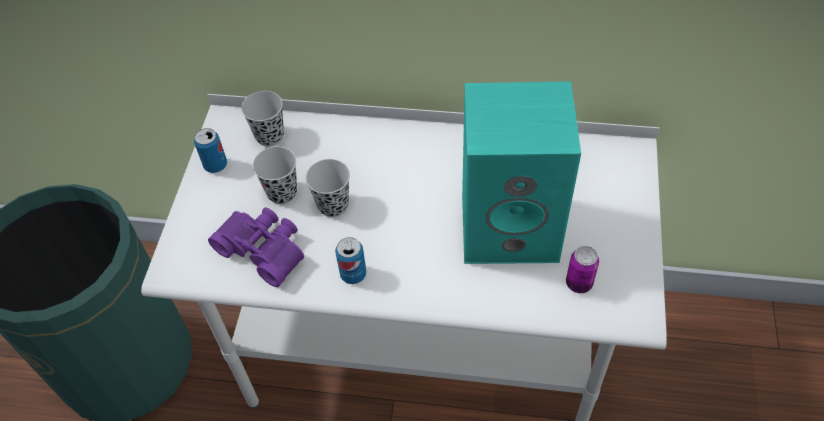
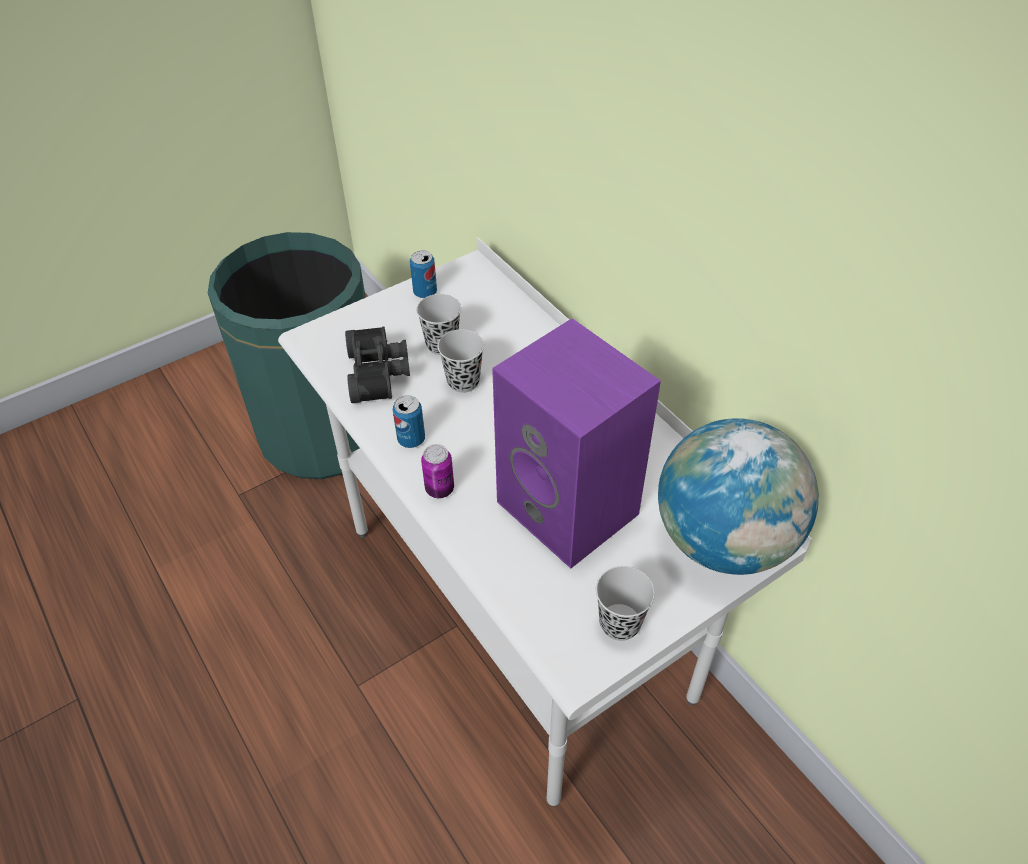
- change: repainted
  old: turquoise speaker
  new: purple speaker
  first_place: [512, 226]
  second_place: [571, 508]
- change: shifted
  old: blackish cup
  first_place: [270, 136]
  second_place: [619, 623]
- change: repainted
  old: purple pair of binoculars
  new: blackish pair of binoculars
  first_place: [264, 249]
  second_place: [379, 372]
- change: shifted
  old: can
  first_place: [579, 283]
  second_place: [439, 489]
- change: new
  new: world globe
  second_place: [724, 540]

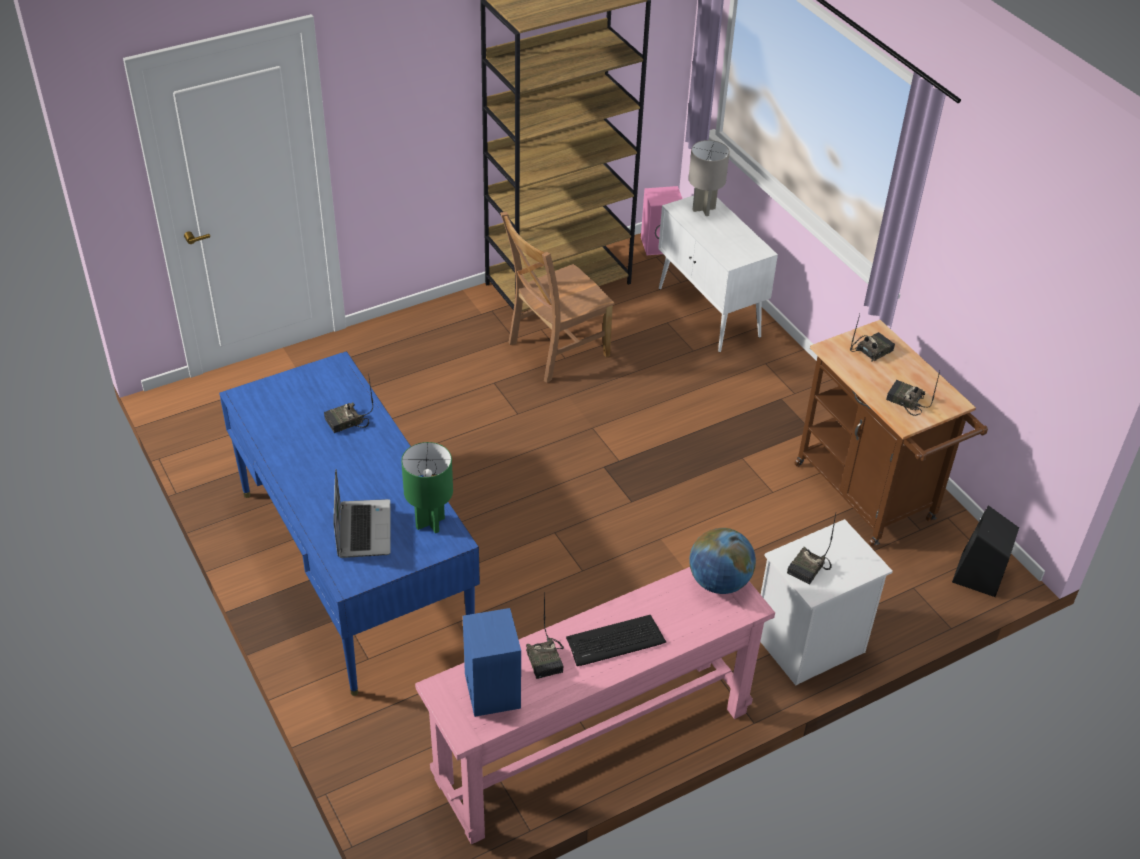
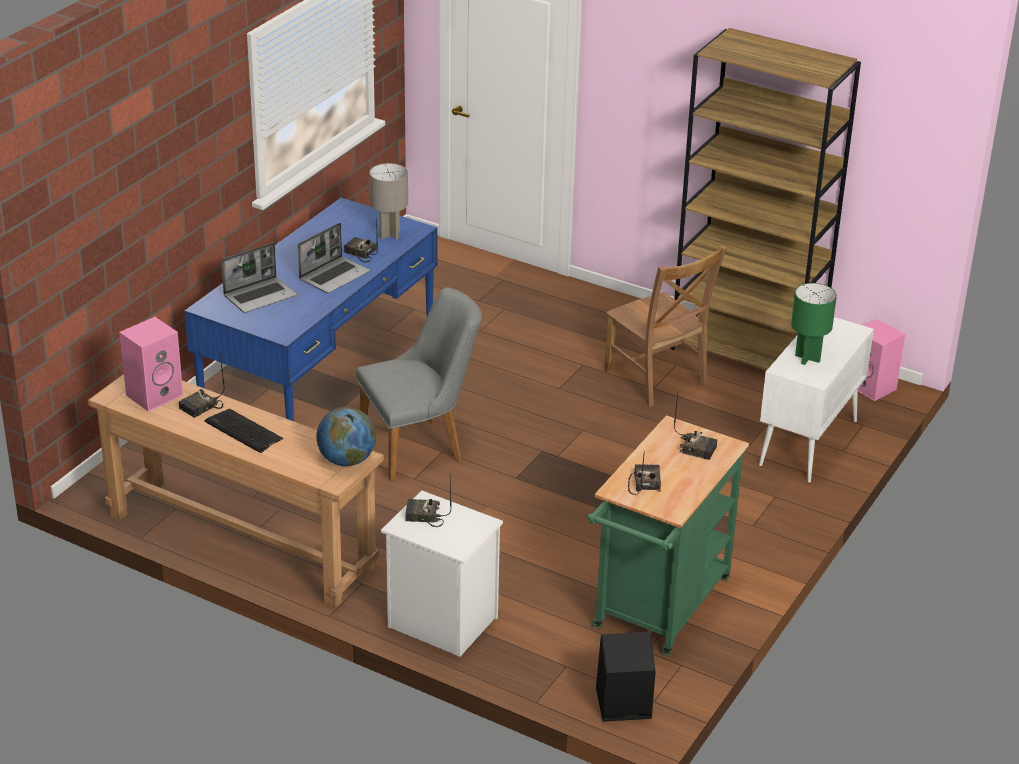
- change: shifted
  old: greyish lamp for a table
  first_place: [704, 209]
  second_place: [389, 235]
- change: rotated
  old: brown upright chair
  first_place: [555, 350]
  second_place: [657, 380]
  degrees: -150
- change: repainted
  old: brown cart
  new: greenish cart
  first_place: [870, 498]
  second_place: [658, 609]
- change: shifted
  old: greenish lamp for a table
  first_place: [430, 522]
  second_place: [808, 358]
- change: repainted
  old: pink narrow table
  new: brown narrow table
  first_place: [593, 745]
  second_place: [241, 541]
- change: repainted
  old: bluish speaker
  new: pink speaker
  first_place: [490, 690]
  second_place: [155, 394]
- change: new
  new: laptop
  second_place: [334, 276]
- change: new
  new: greyish upright chair
  second_place: [421, 446]

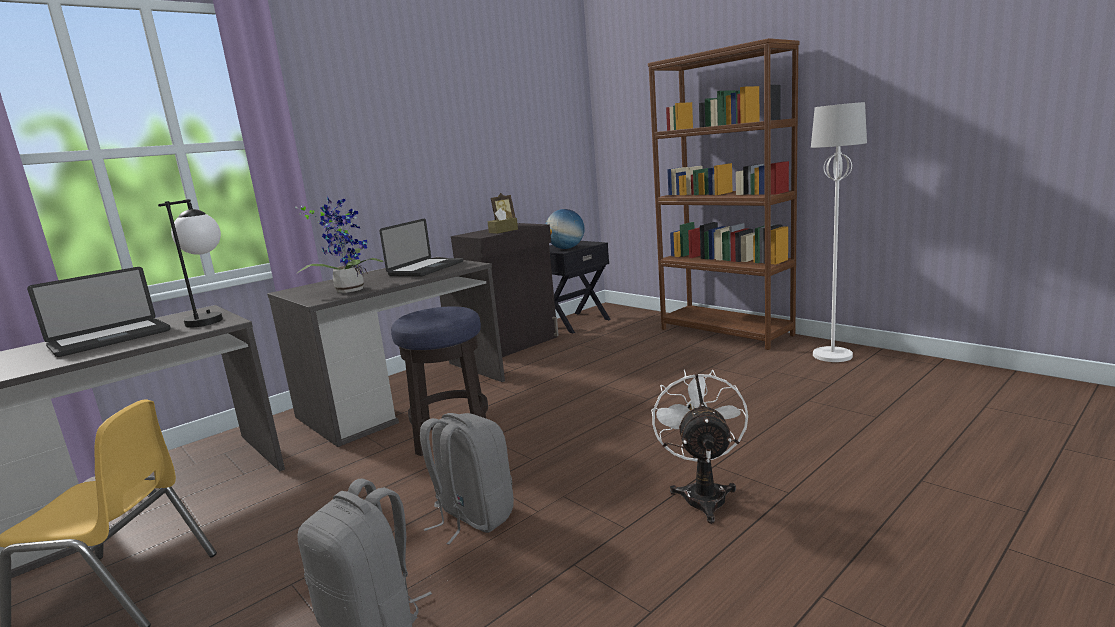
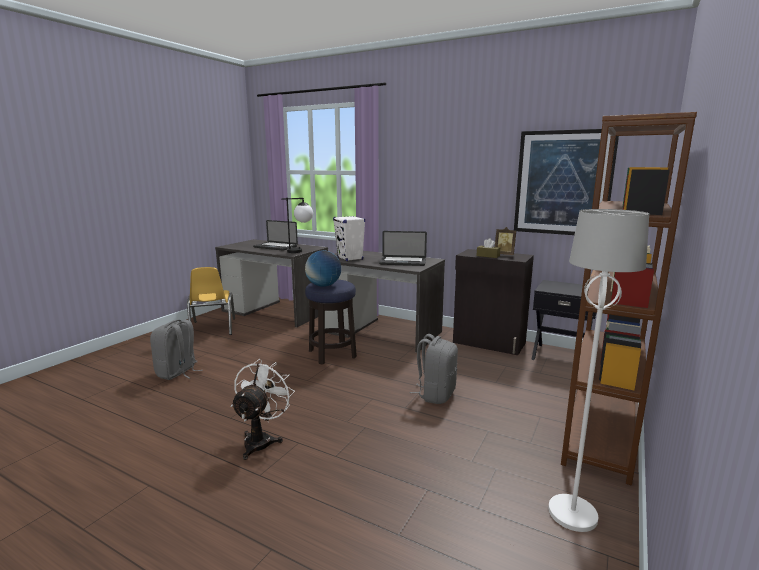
- change: swapped
  old: houseplant
  new: white-coloured speaker
  first_place: [350, 289]
  second_place: [350, 258]
- change: shifted
  old: world globe
  first_place: [566, 248]
  second_place: [323, 285]
- change: rotated
  old: white-coloured electric fan
  first_place: [703, 494]
  second_place: [261, 440]
  degrees: -60
- change: shifted
  old: greyish rucksack
  first_place: [472, 517]
  second_place: [435, 394]
- change: new
  new: wall art
  second_place: [563, 183]

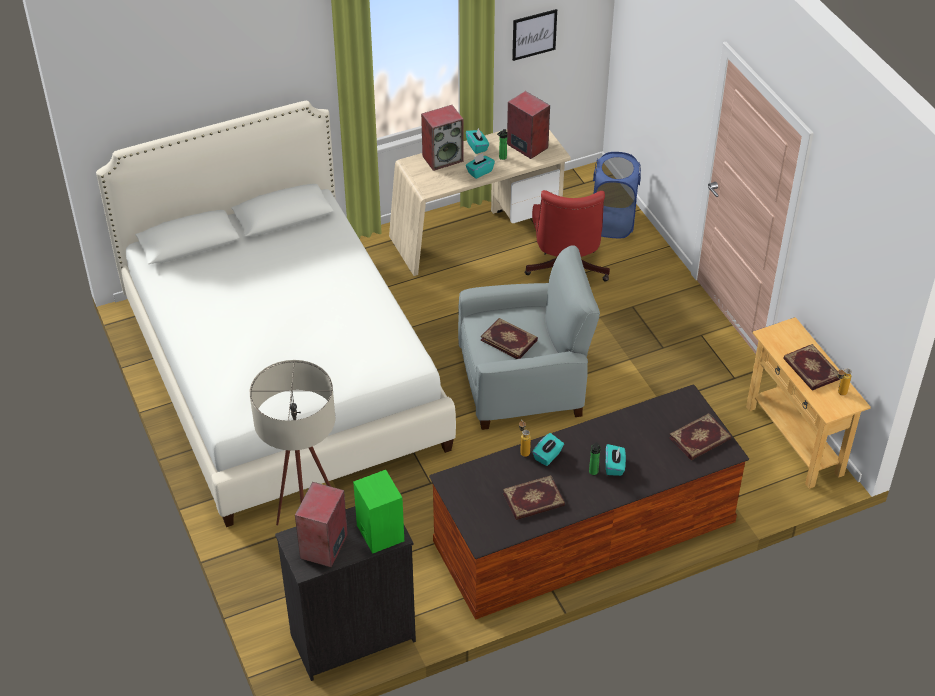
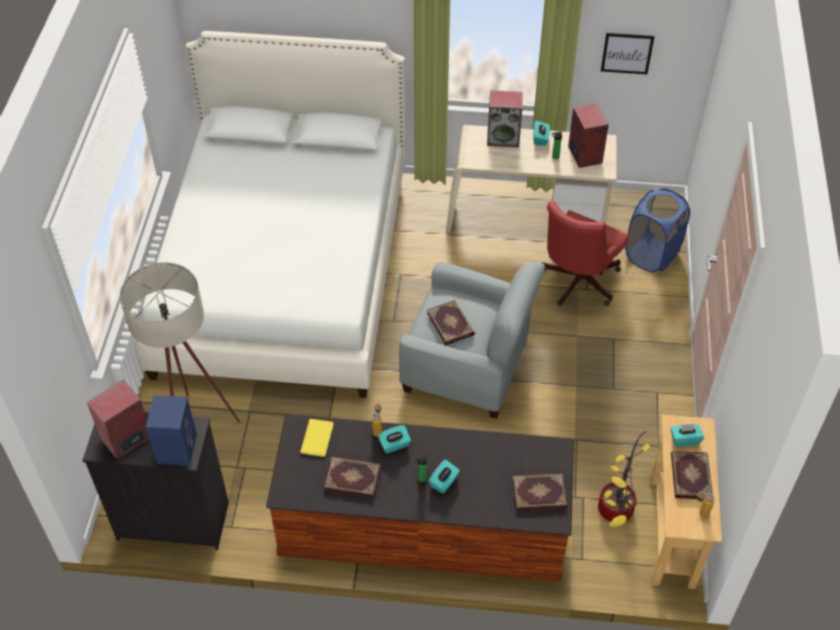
- change: shifted
  old: turquoise tissue box
  first_place: [479, 172]
  second_place: [684, 439]
- change: repainted
  old: greenish speaker
  new: bluish speaker
  first_place: [379, 532]
  second_place: [176, 448]
- change: new
  new: yellow bound book
  second_place: [318, 437]
- change: new
  new: houseplant
  second_place: [617, 511]

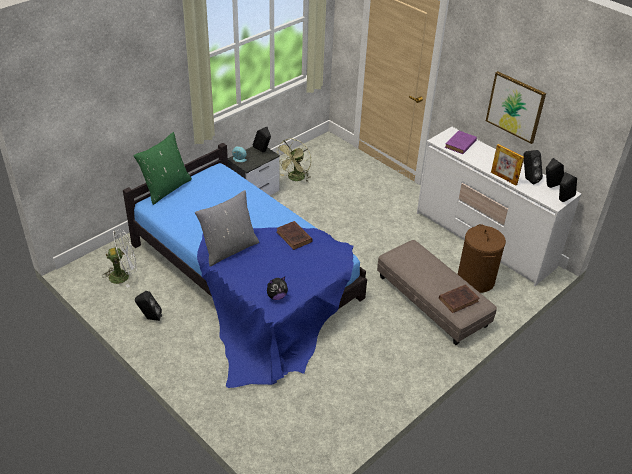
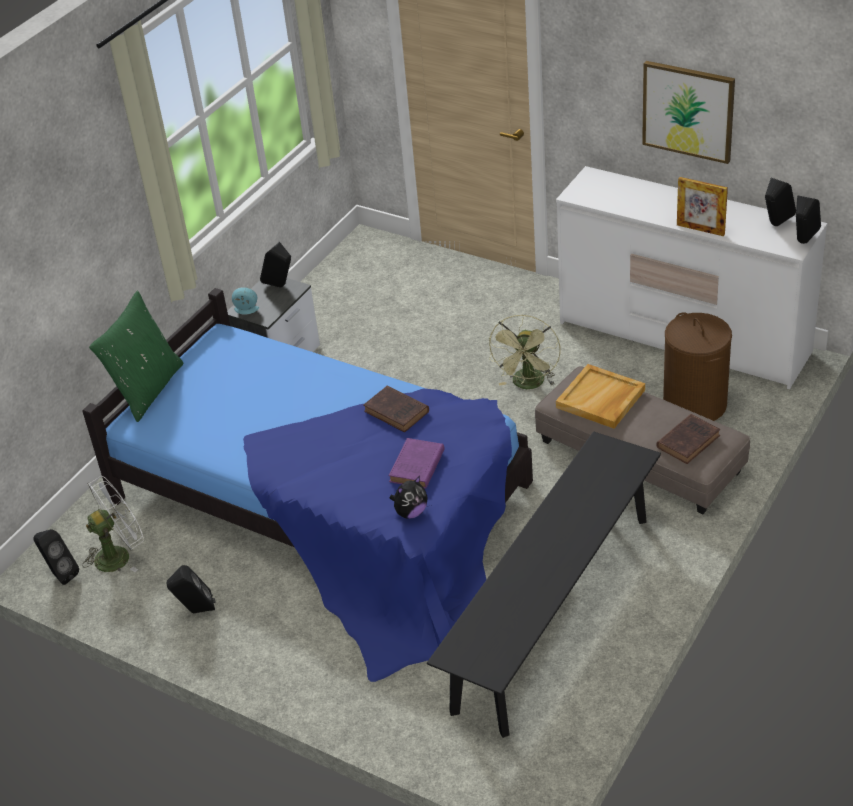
- change: shifted
  old: purple bound book
  first_place: [460, 144]
  second_place: [416, 467]
- change: shifted
  old: greenish electric fan
  first_place: [295, 179]
  second_place: [528, 385]
- change: shifted
  old: blackish speaker
  first_place: [528, 179]
  second_place: [60, 575]
- change: gone
  old: greyish cushion
  first_place: [229, 249]
- change: new
  new: beige serving tray
  second_place: [601, 399]
- change: new
  new: blackish bench
  second_place: [553, 611]

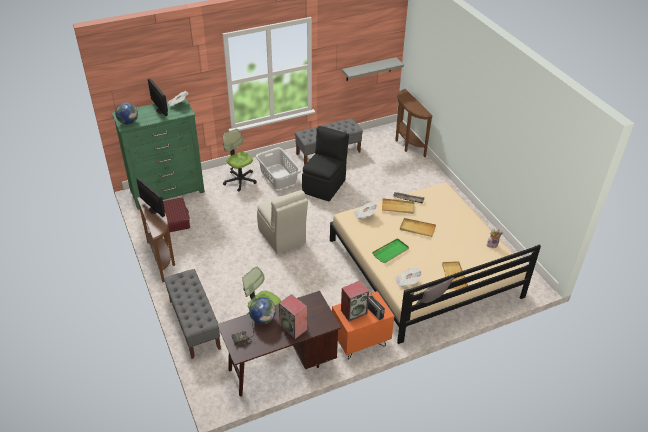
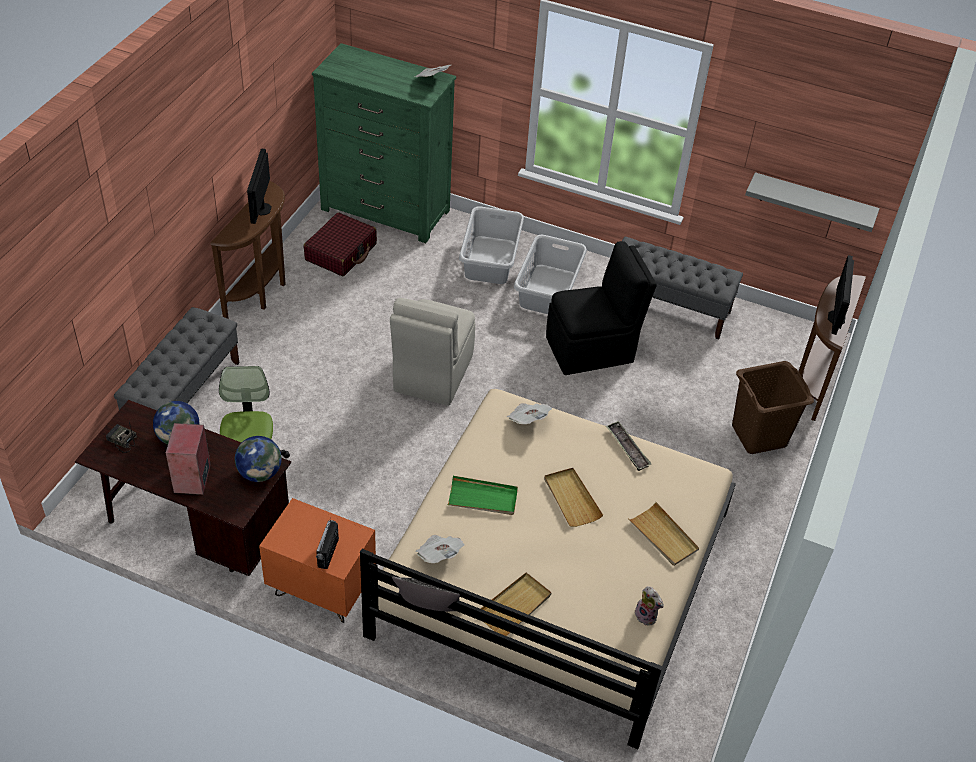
- change: shifted
  old: computer screen
  first_place: [161, 110]
  second_place: [836, 317]
- change: shifted
  old: world globe
  first_place: [128, 122]
  second_place: [260, 473]
- change: swapped
  old: desk chair
  new: greyish washing basket
  first_place: [240, 180]
  second_place: [491, 260]
- change: shifted
  old: beige serving tray
  first_place: [398, 207]
  second_place: [663, 536]
- change: gone
  old: speaker
  first_place: [354, 311]
- change: new
  new: brown washing basket
  second_place: [759, 436]

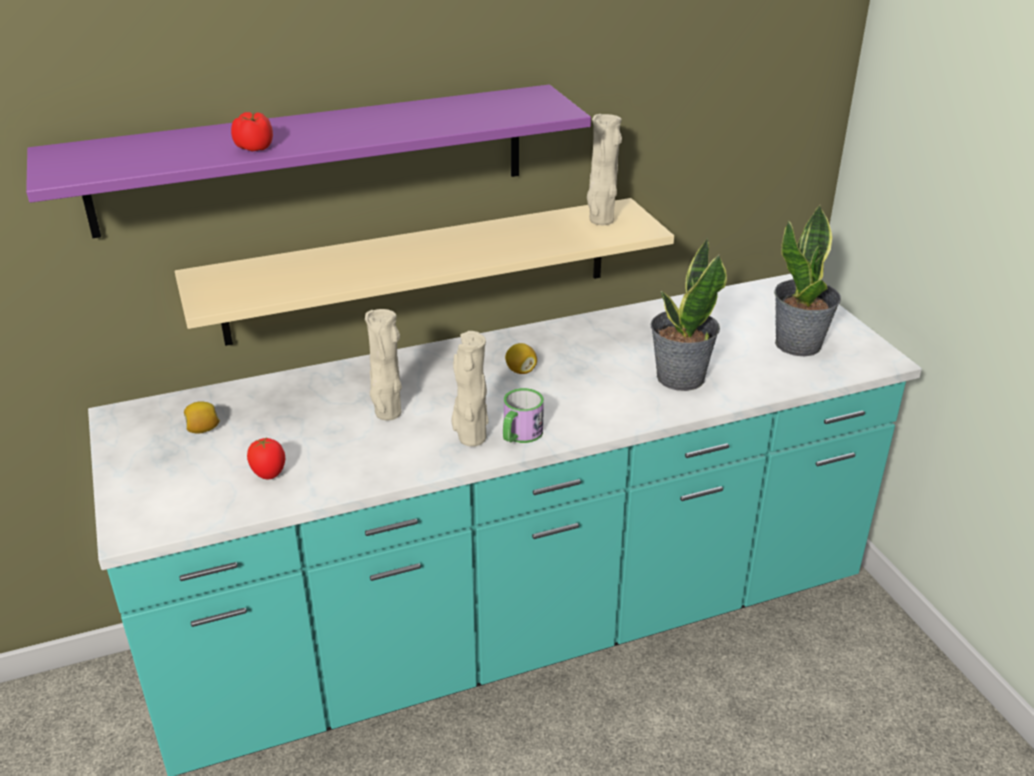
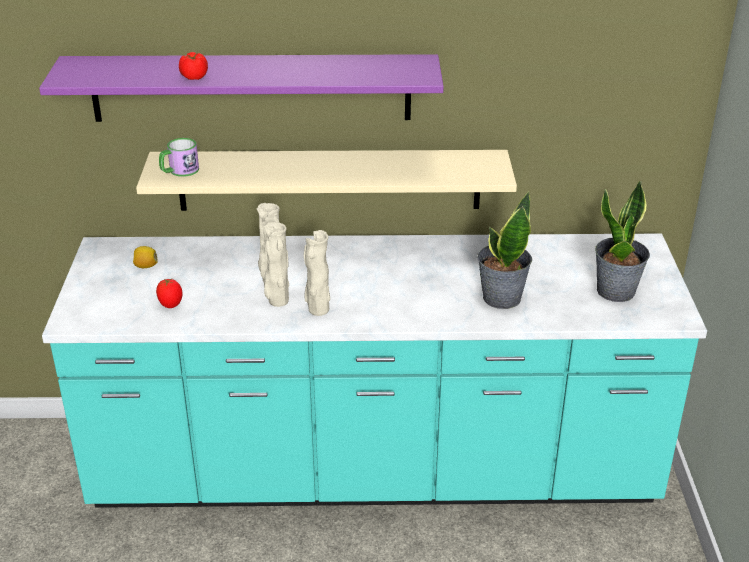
- change: shifted
  old: beige flower vase
  first_place: [600, 221]
  second_place: [277, 302]
- change: gone
  old: whole lemon
  first_place: [520, 370]
- change: shifted
  old: mug
  first_place: [519, 435]
  second_place: [179, 171]

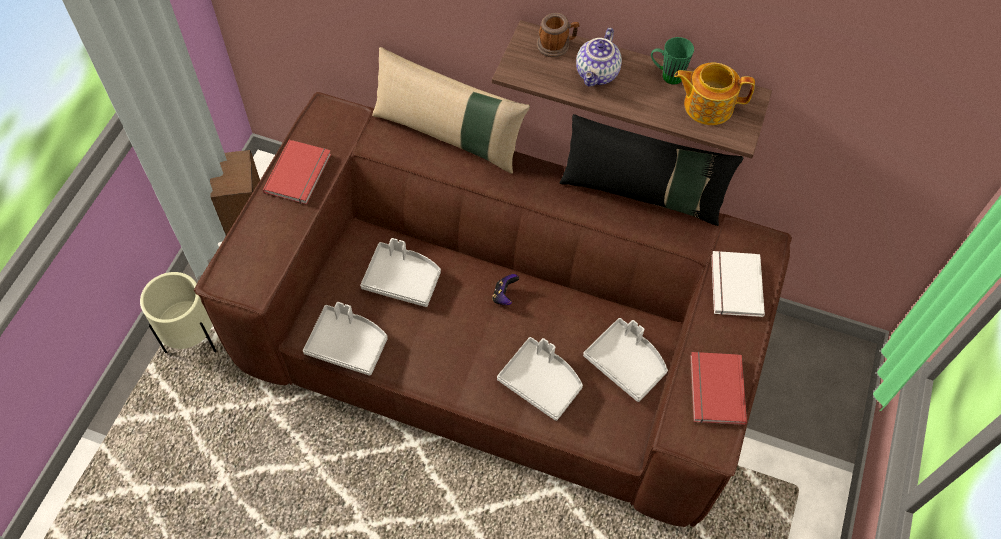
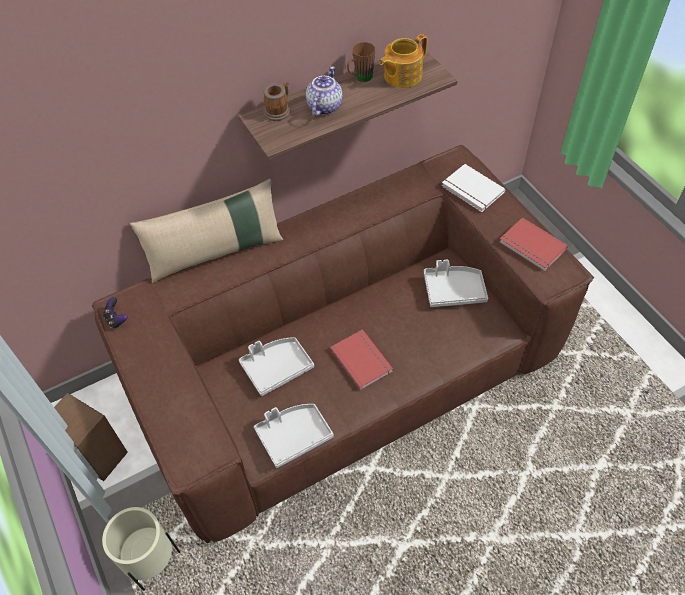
- change: rotated
  old: pot for tea
  first_place: [598, 74]
  second_place: [324, 106]
  degrees: -135
- change: repainted
  old: greenish mug
  new: brown mug
  first_place: [666, 75]
  second_place: [360, 78]
- change: gone
  old: blackish cushion
  first_place: [642, 194]
- change: shifted
  old: reddish bound book
  first_place: [300, 174]
  second_place: [362, 359]
- change: shifted
  old: game controller
  first_place: [504, 295]
  second_place: [117, 319]
- change: gone
  old: greyish serving tray
  first_place: [541, 382]

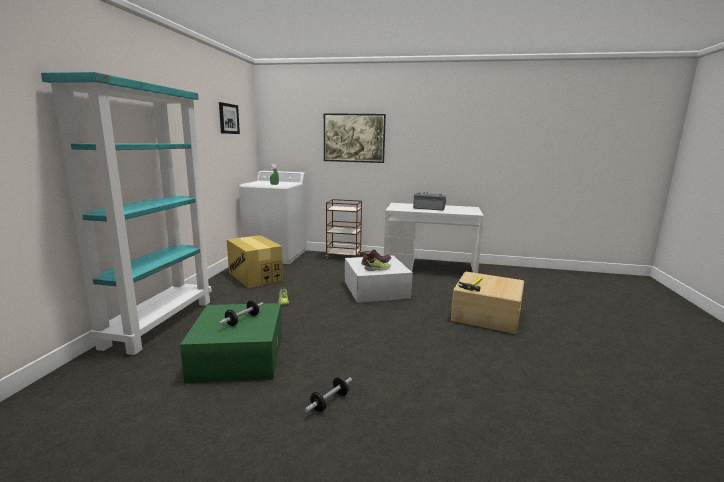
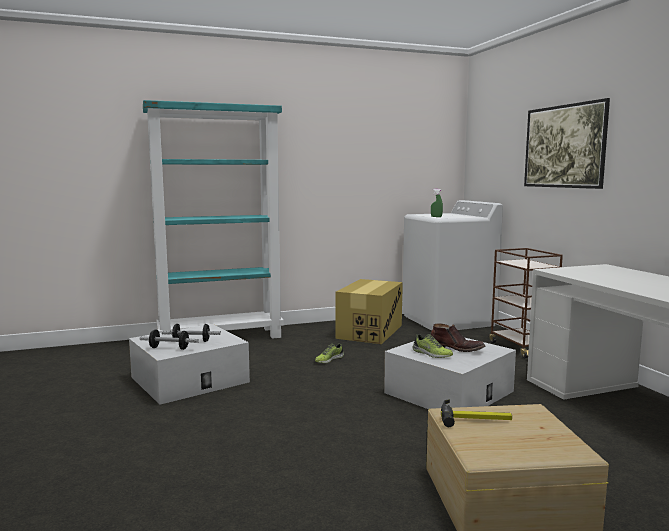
- change: gone
  old: wall art
  first_place: [228, 118]
- change: gone
  old: radio
  first_place: [429, 209]
- change: repainted
  old: greenish storage container
  new: white-coloured storage container
  first_place: [238, 356]
  second_place: [189, 379]
- change: shifted
  old: free weight
  first_place: [329, 402]
  second_place: [169, 348]

